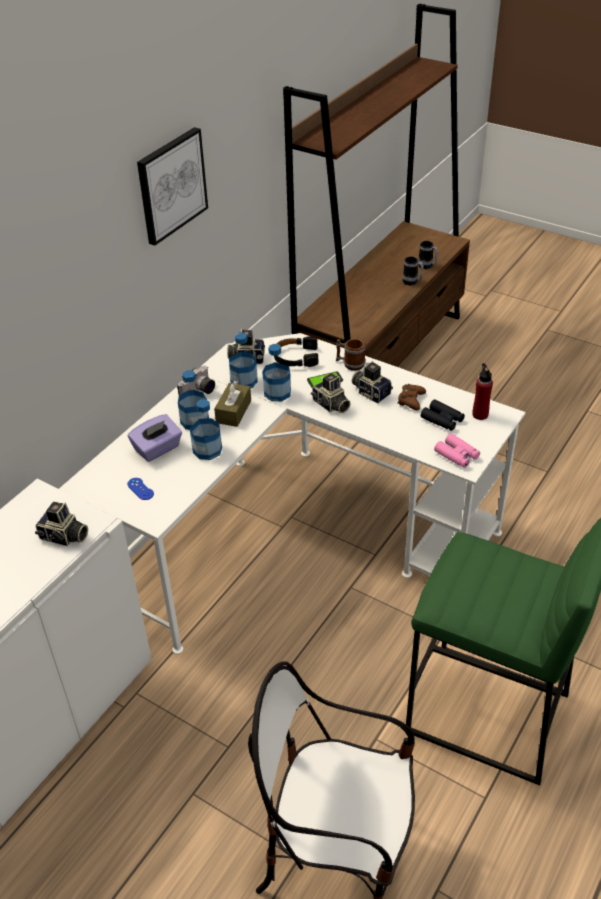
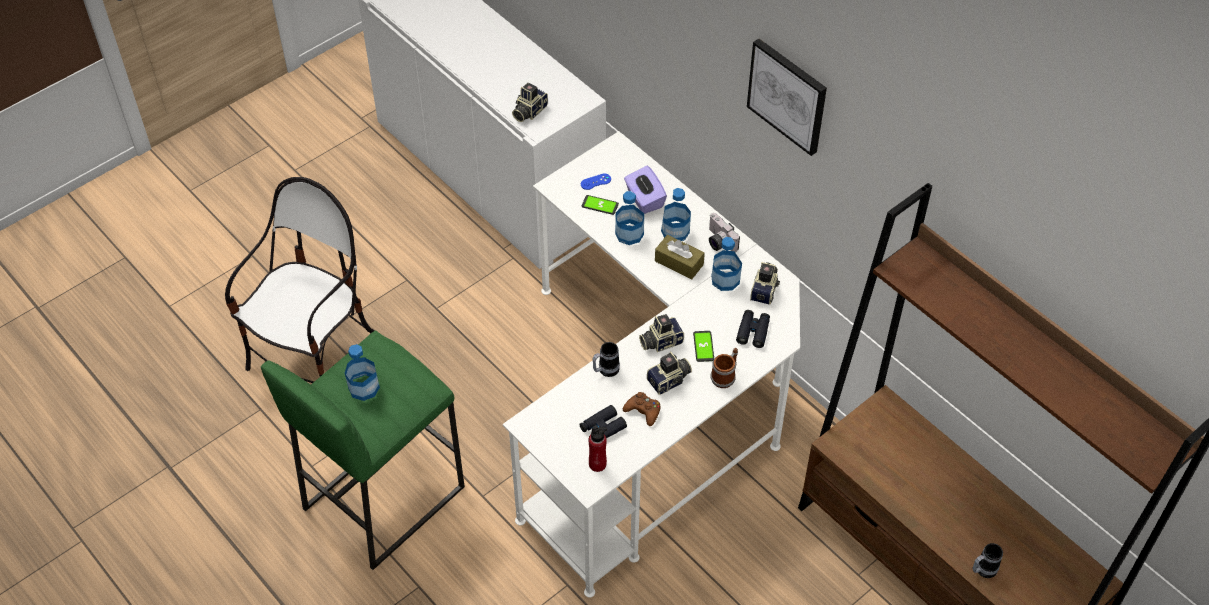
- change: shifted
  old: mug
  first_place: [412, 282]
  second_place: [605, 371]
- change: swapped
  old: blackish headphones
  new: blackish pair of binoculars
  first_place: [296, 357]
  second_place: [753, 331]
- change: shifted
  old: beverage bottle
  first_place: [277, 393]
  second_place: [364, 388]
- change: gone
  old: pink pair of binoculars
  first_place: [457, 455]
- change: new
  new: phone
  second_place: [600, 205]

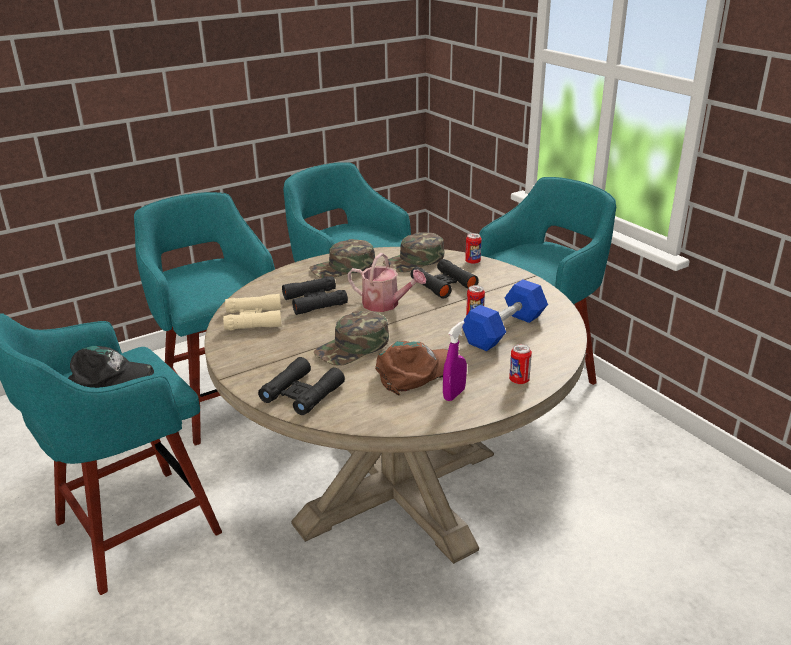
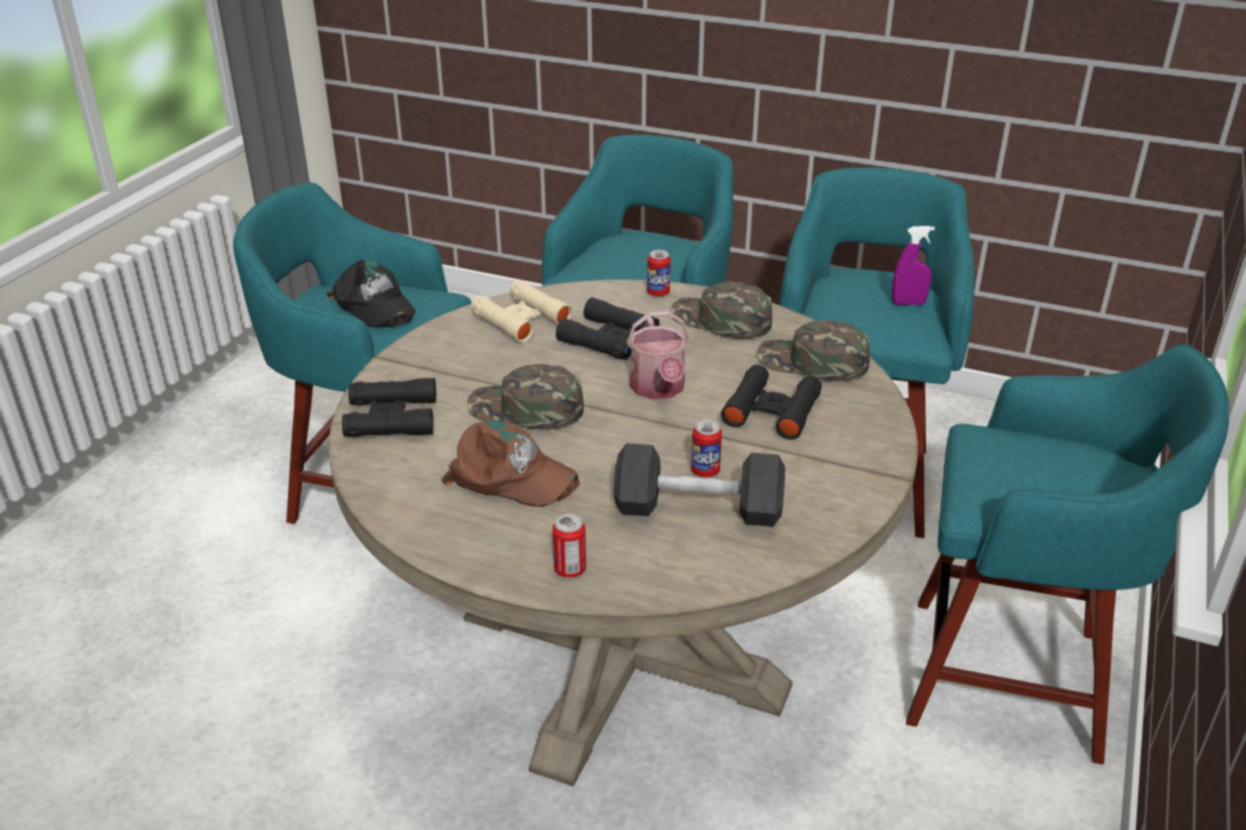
- change: shifted
  old: can
  first_place: [472, 262]
  second_place: [658, 293]
- change: repainted
  old: bluish free weight
  new: blackish free weight
  first_place: [504, 330]
  second_place: [698, 509]
- change: shifted
  old: purple hand sprayer
  first_place: [454, 394]
  second_place: [908, 303]

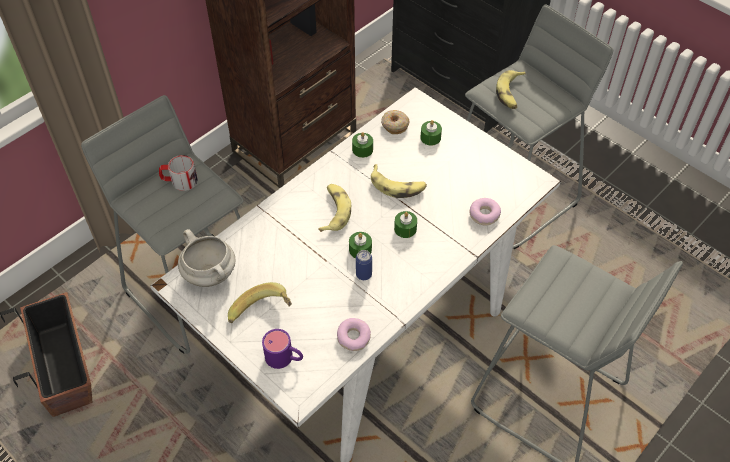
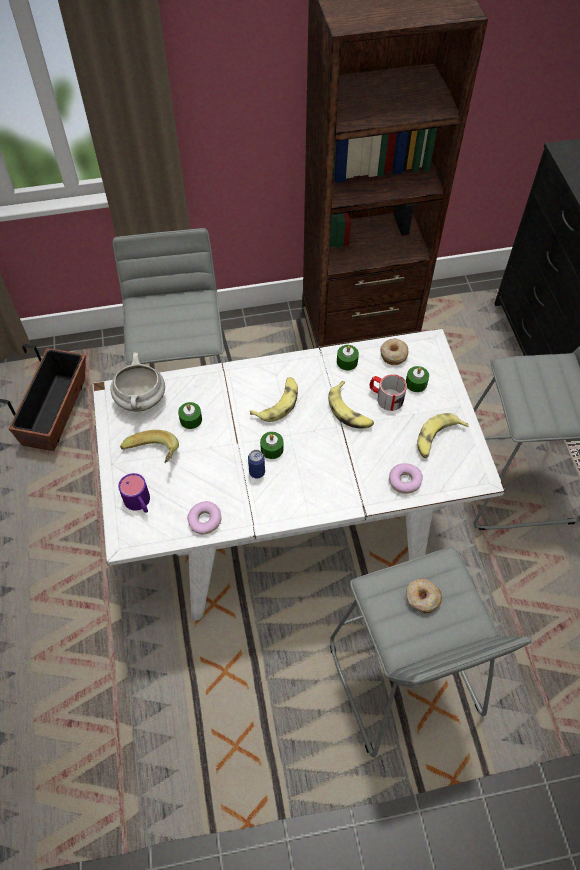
- change: shifted
  old: banana fruit
  first_place: [510, 93]
  second_place: [437, 439]
- change: shifted
  old: mug
  first_place: [179, 181]
  second_place: [385, 397]
- change: shifted
  old: greenish candle
  first_place: [405, 229]
  second_place: [191, 419]
- change: new
  new: ring doughnut
  second_place: [422, 598]

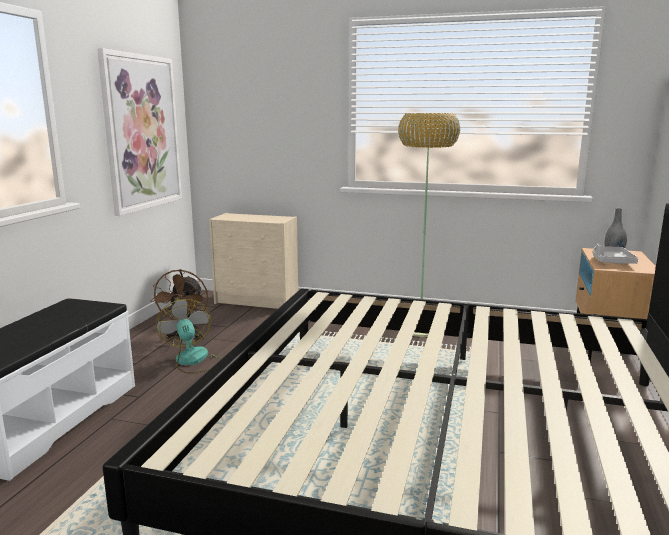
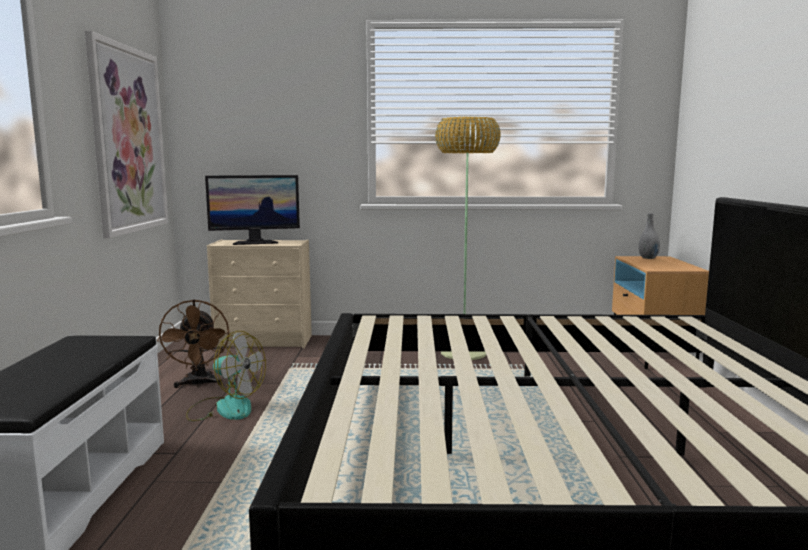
- change: gone
  old: greyish serving tray
  first_place: [611, 261]
- change: rotated
  old: electric fan
  first_place: [194, 361]
  second_place: [225, 408]
  degrees: 150
- change: new
  new: computer screen
  second_place: [255, 242]

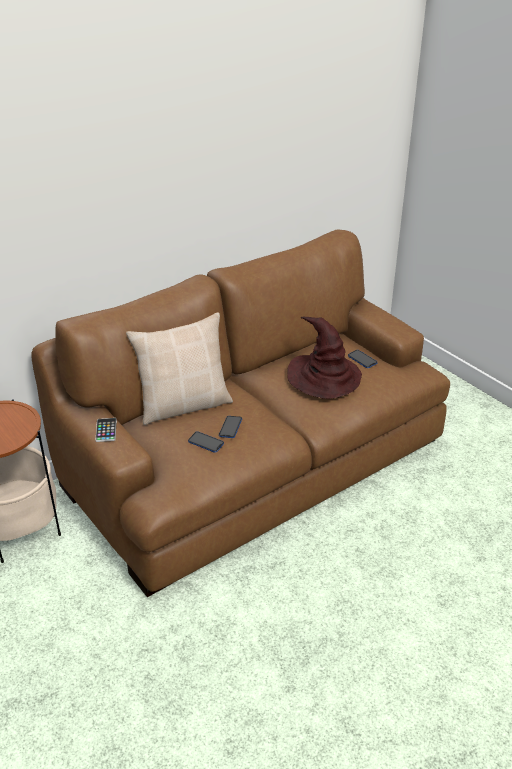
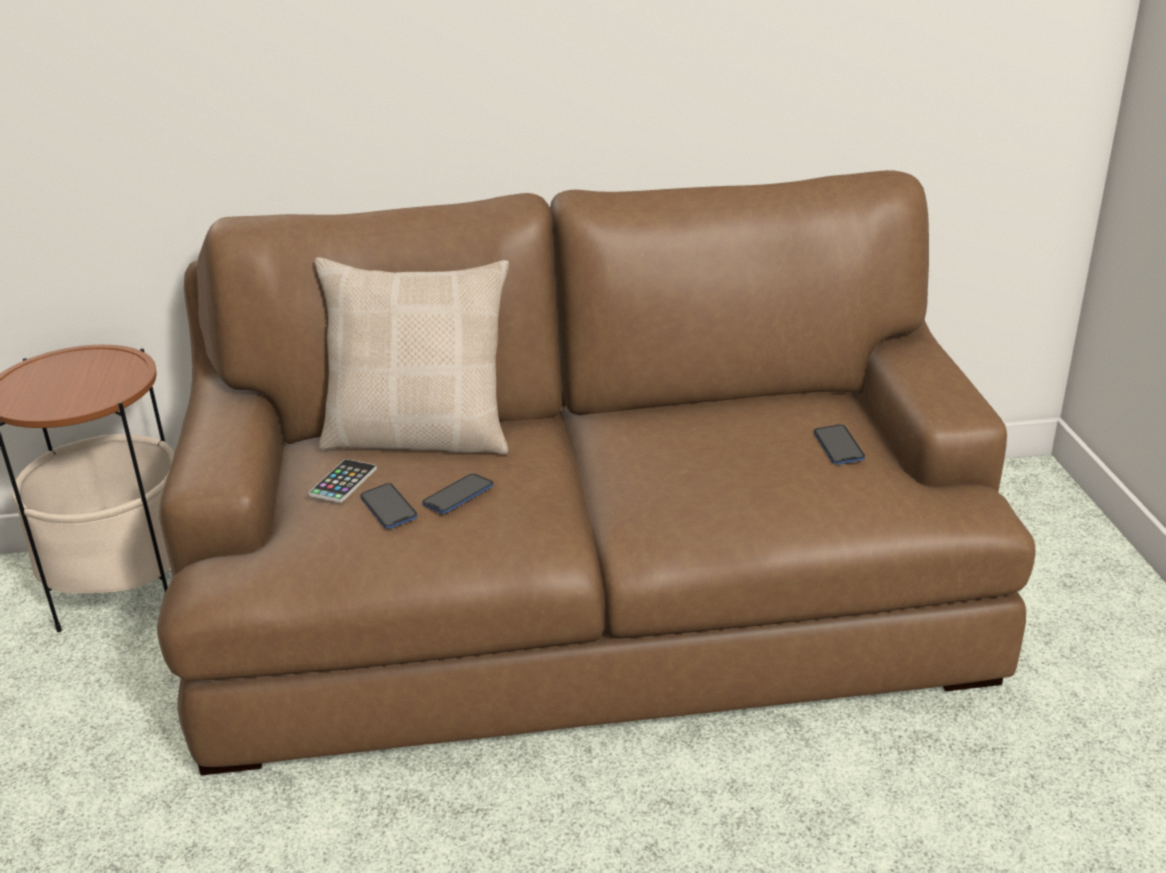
- change: gone
  old: brown wearable hat
  first_place: [324, 378]
- change: shifted
  old: phone
  first_place: [106, 430]
  second_place: [343, 482]

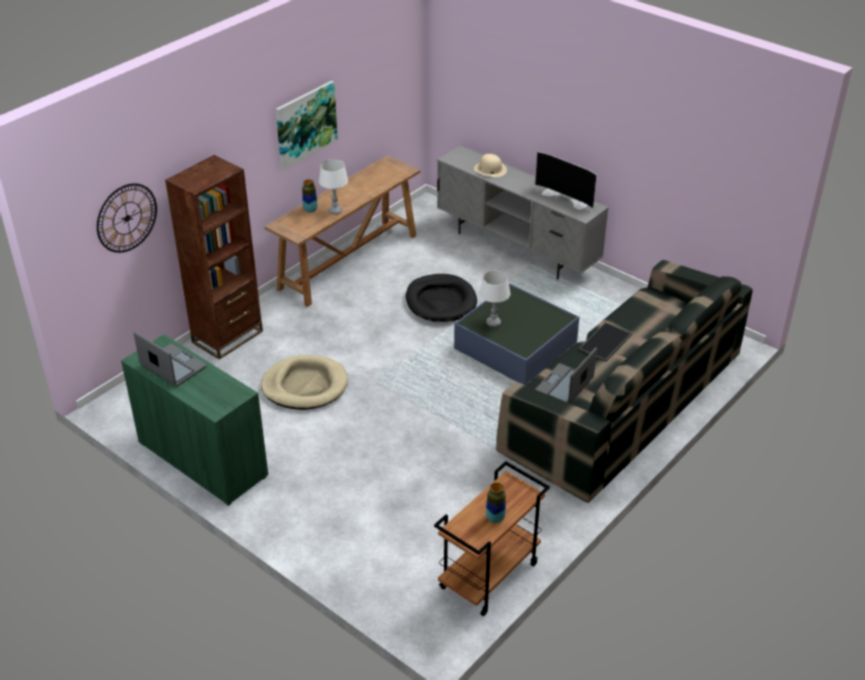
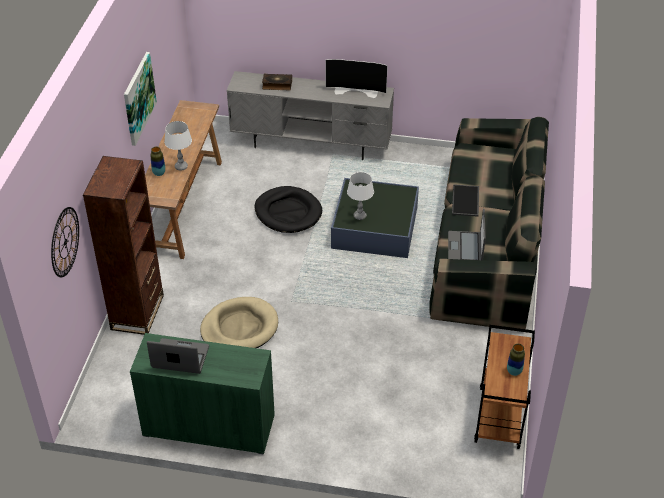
- change: swapped
  old: beige wearable hat
  new: bound book
  first_place: [490, 169]
  second_place: [277, 85]

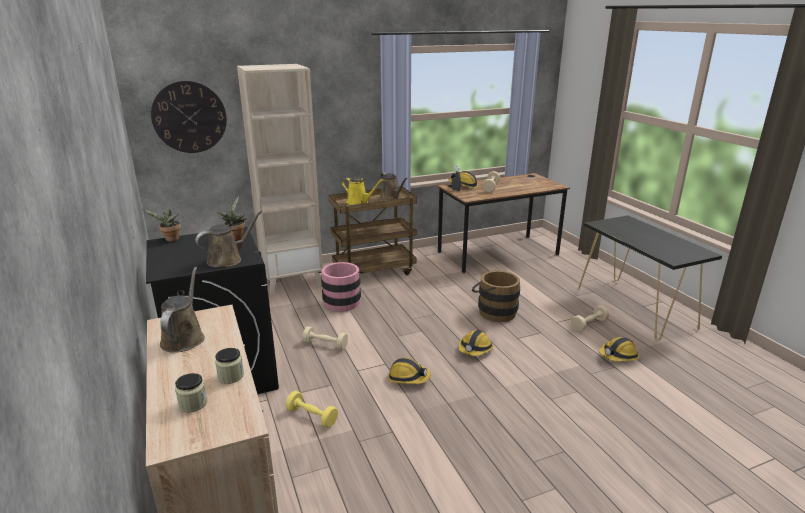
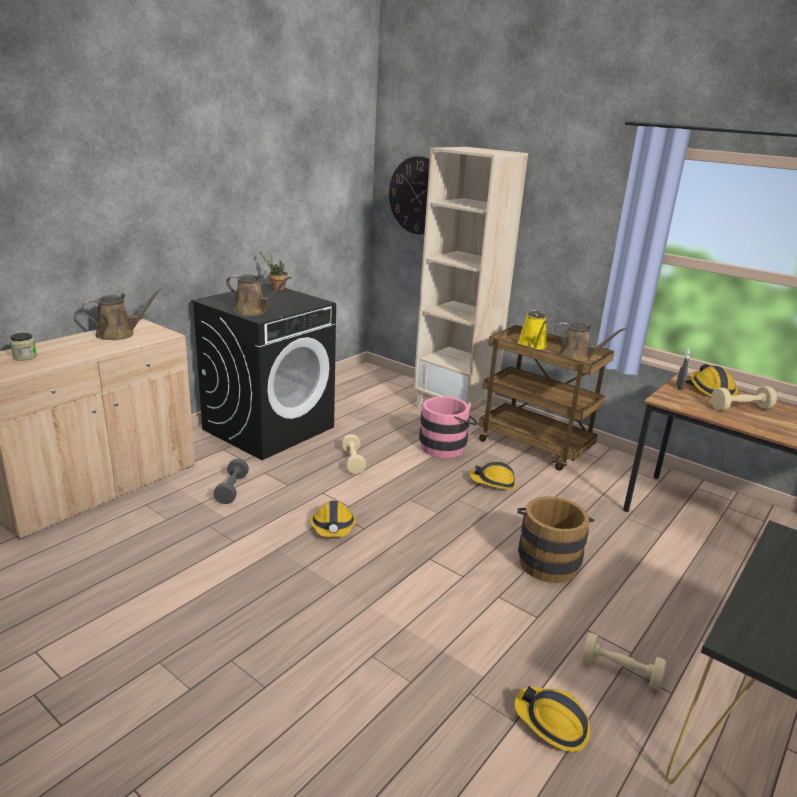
- change: rotated
  old: brown watering can
  first_place: [391, 198]
  second_place: [577, 358]
  degrees: -90
- change: gone
  old: houseplant
  first_place: [236, 237]
- change: shifted
  old: work helmet
  first_place: [475, 349]
  second_place: [493, 483]
- change: gone
  old: jar
  first_place: [231, 376]
- change: repainted
  old: yellow free weight
  new: greyish free weight
  first_place: [312, 416]
  second_place: [232, 489]

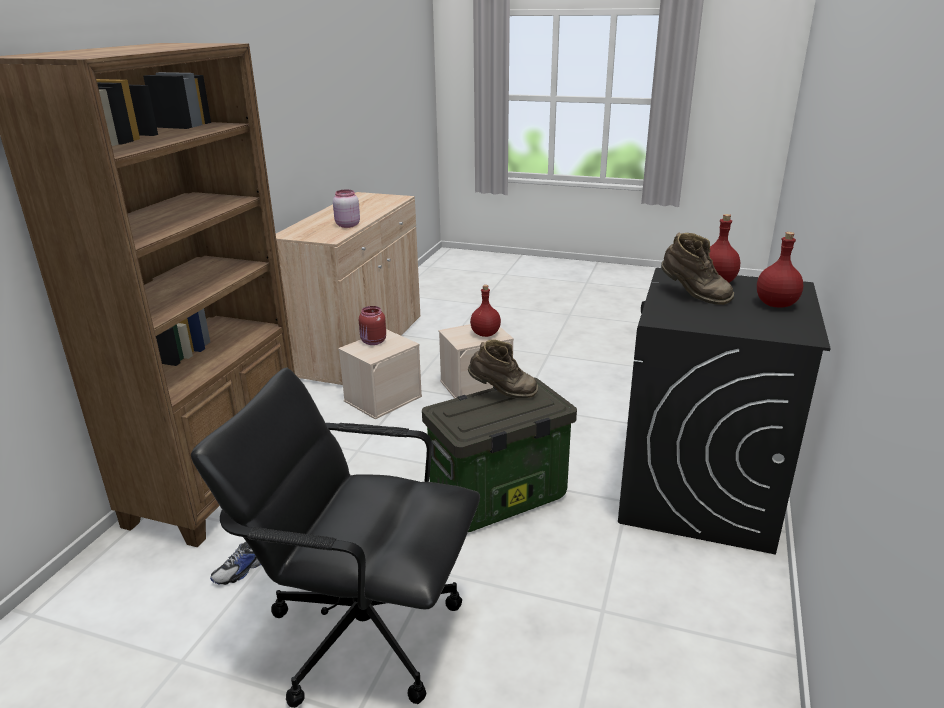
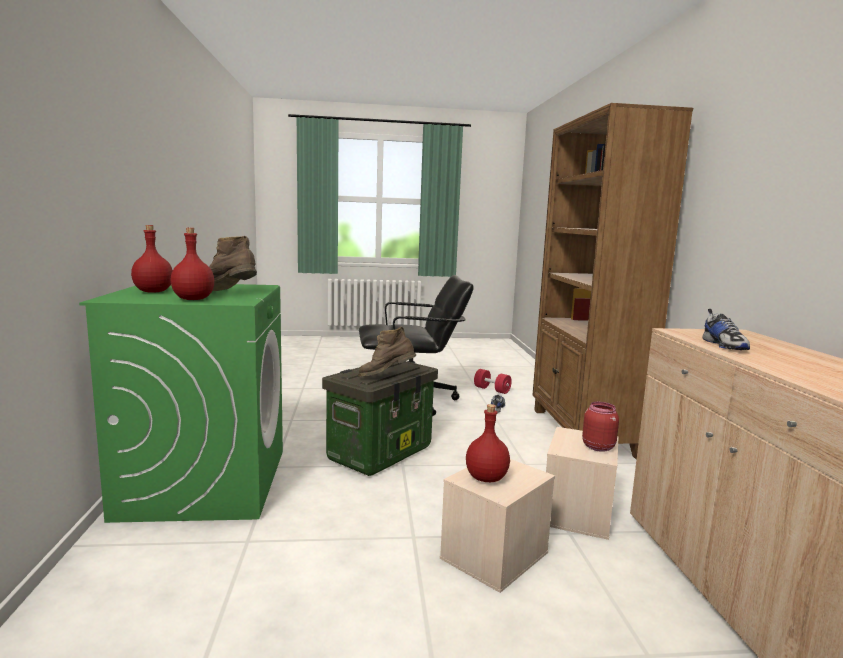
- change: swapped
  old: pink jar
  new: shoe
  first_place: [347, 225]
  second_place: [725, 345]
- change: repainted
  old: blackish laundry machine
  new: greenish laundry machine
  first_place: [699, 492]
  second_place: [205, 482]
- change: new
  new: reddish free weight
  second_place: [492, 390]

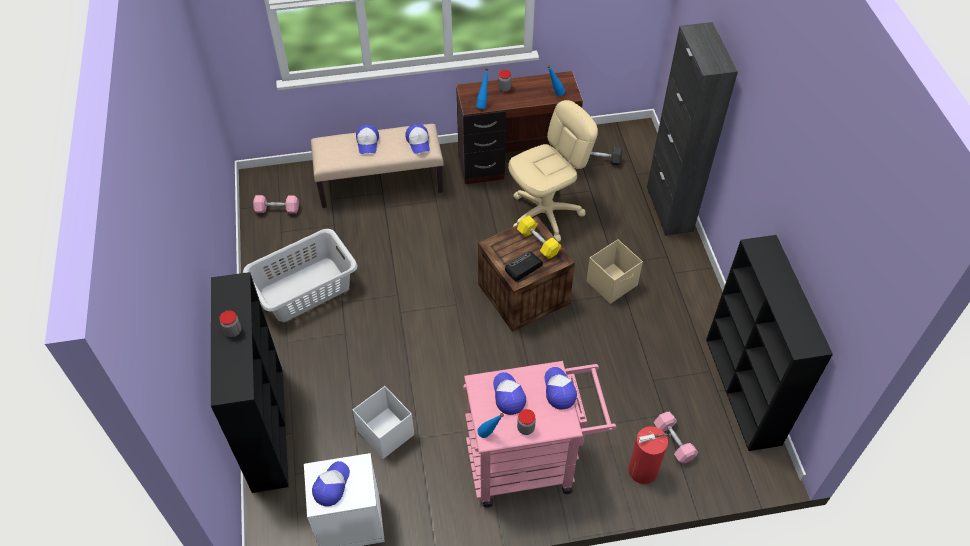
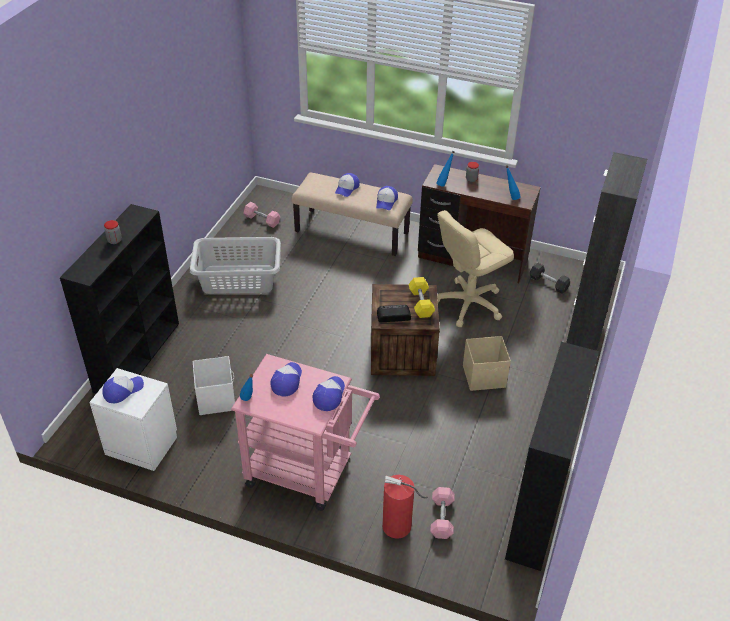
- change: rotated
  old: beige desk chair
  first_place: [546, 214]
  second_place: [468, 304]
  degrees: 150
- change: gone
  old: jar
  first_place: [525, 428]

